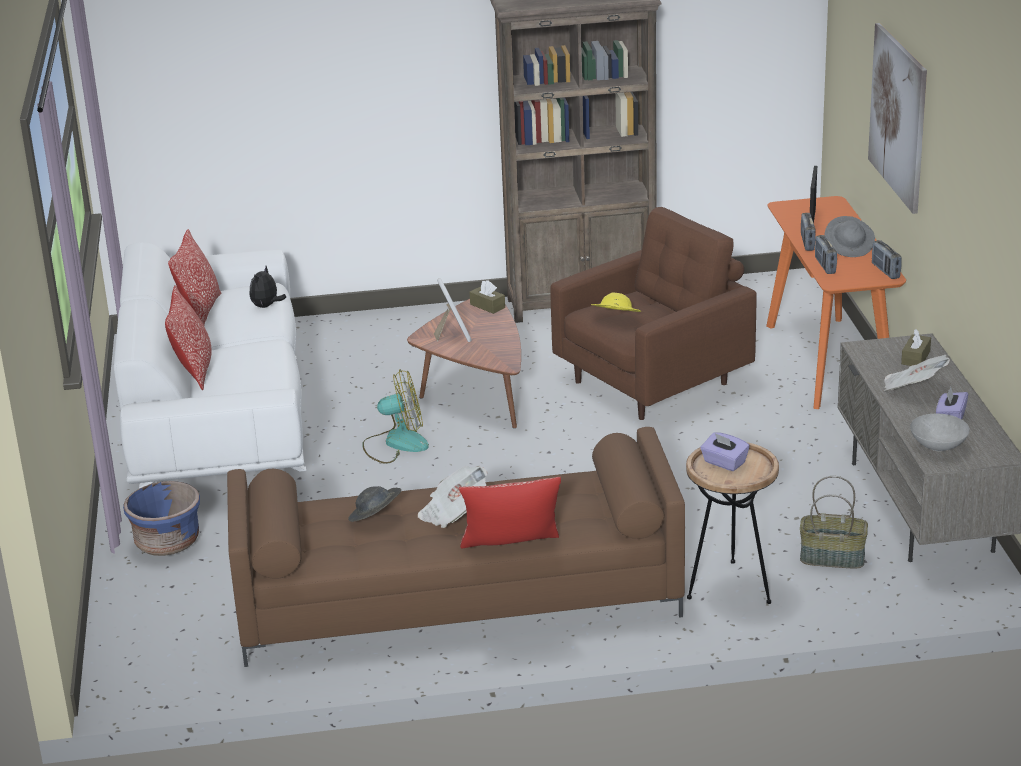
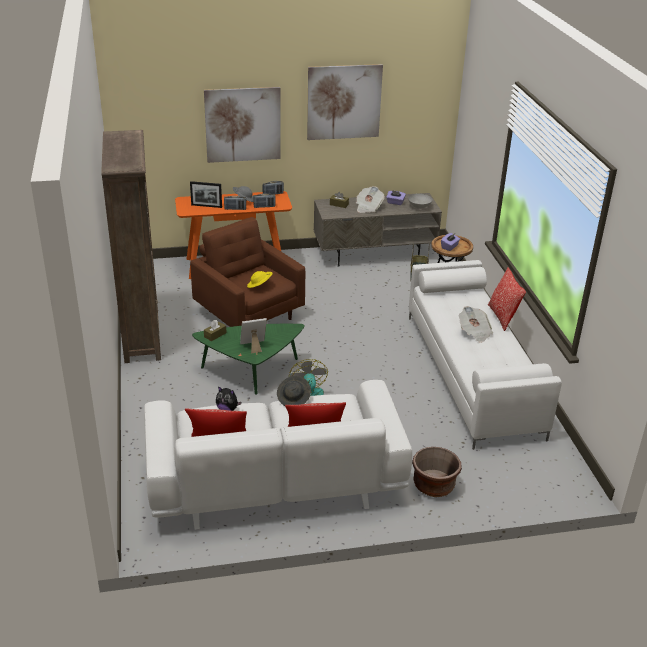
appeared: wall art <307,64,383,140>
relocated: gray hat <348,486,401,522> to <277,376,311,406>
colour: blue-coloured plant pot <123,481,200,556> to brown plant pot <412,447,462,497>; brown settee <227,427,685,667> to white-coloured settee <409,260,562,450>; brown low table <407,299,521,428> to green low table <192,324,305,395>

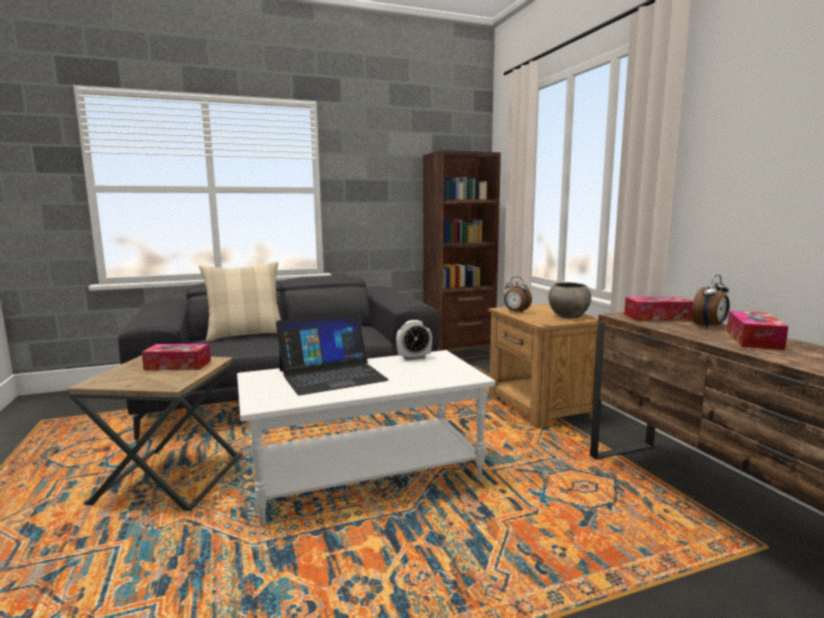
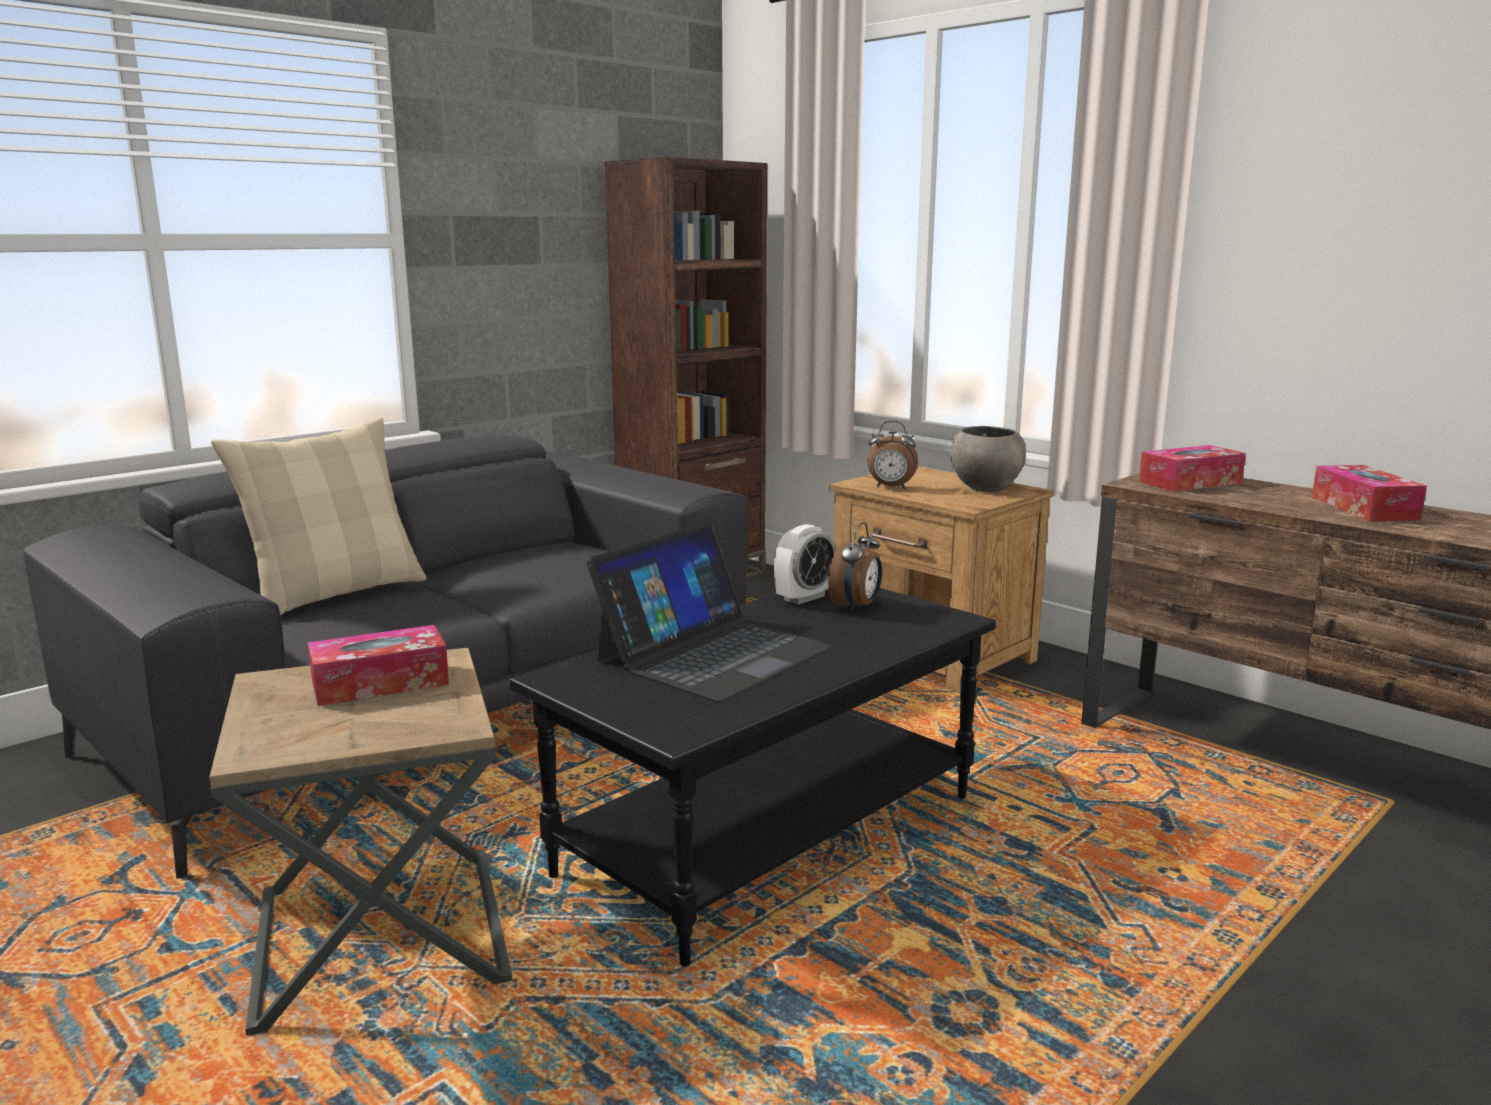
relocated: table clock <692,275,730,329> to <828,522,882,613>
colour: white-coloured low table <237,350,495,526> to black-coloured low table <510,588,996,966>

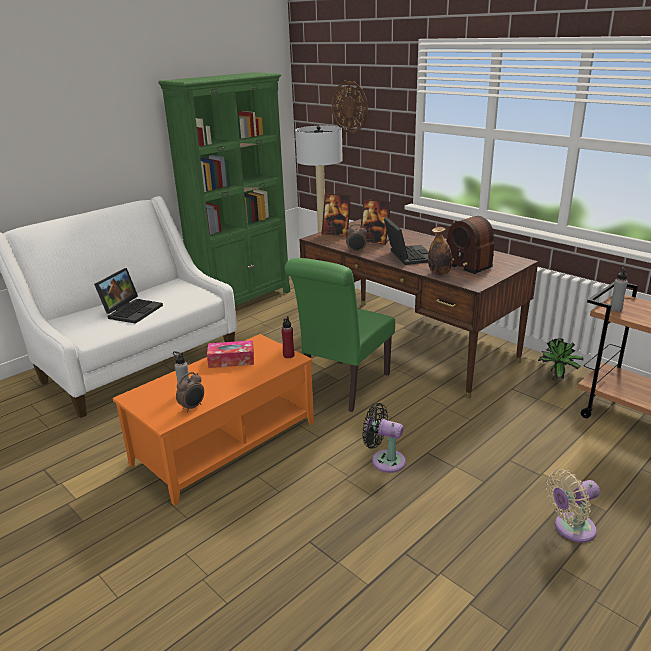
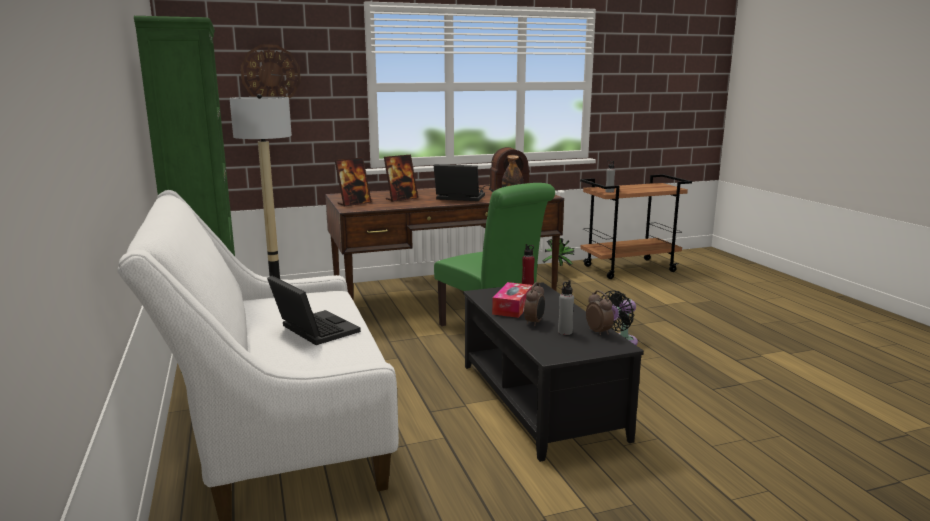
missing: beige-coloured fan <546,469,600,543>
relocated: table clock <346,224,367,253> to <524,282,545,326>
colour: orange low table <113,334,314,506> to black-coloured low table <464,282,644,462>

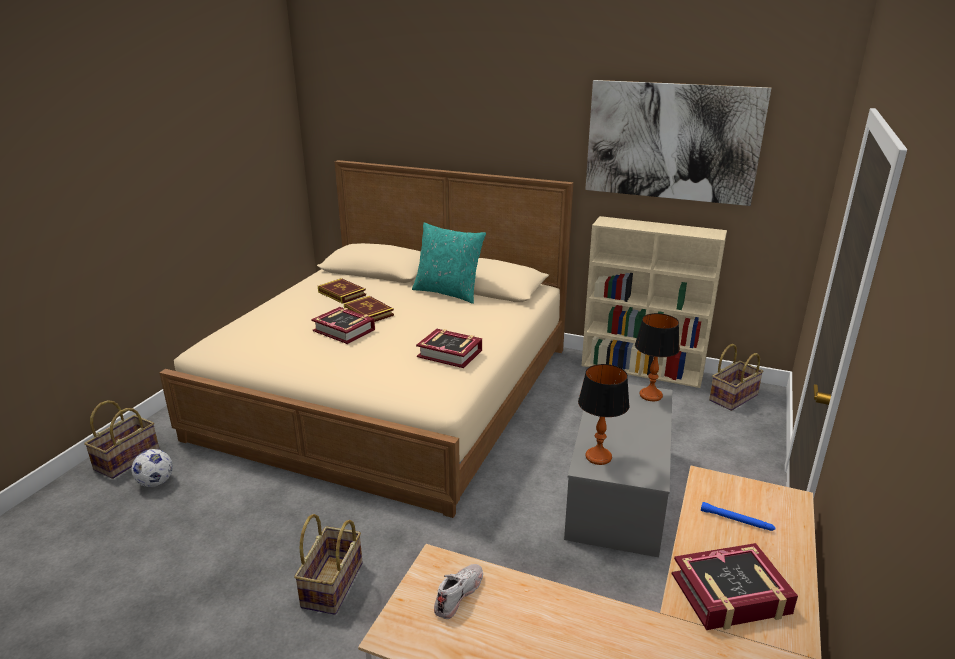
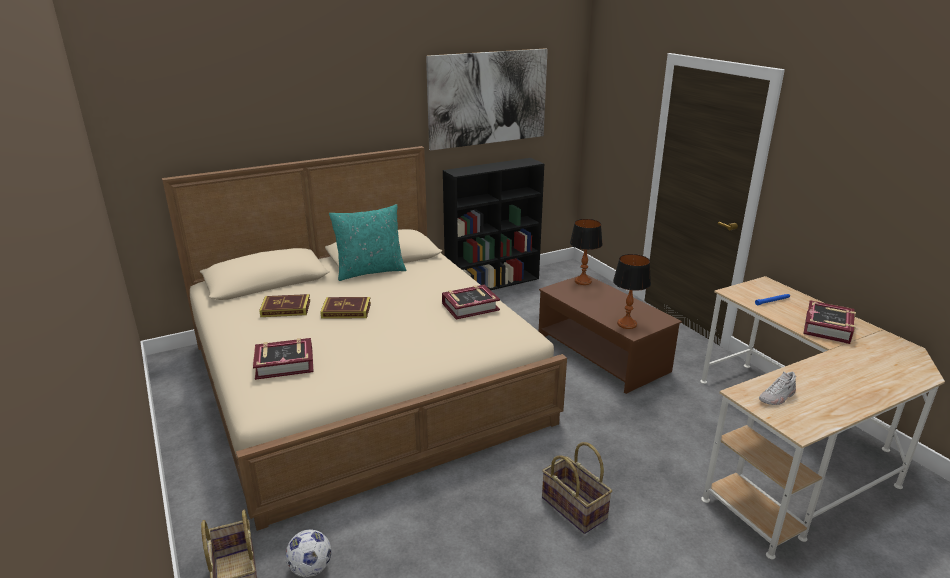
missing: household basket <709,344,764,411>
relocated: volume <311,307,375,344> to <253,338,314,380>
colour: gray low table <564,384,672,557> to brown low table <539,274,682,394>; beige-coloured bookcase <582,216,727,388> to black-coloured bookcase <443,158,544,290>
spun: white-coloured low shoe <434,564,483,619> = <759,371,796,405> 105 degrees counterclockwise

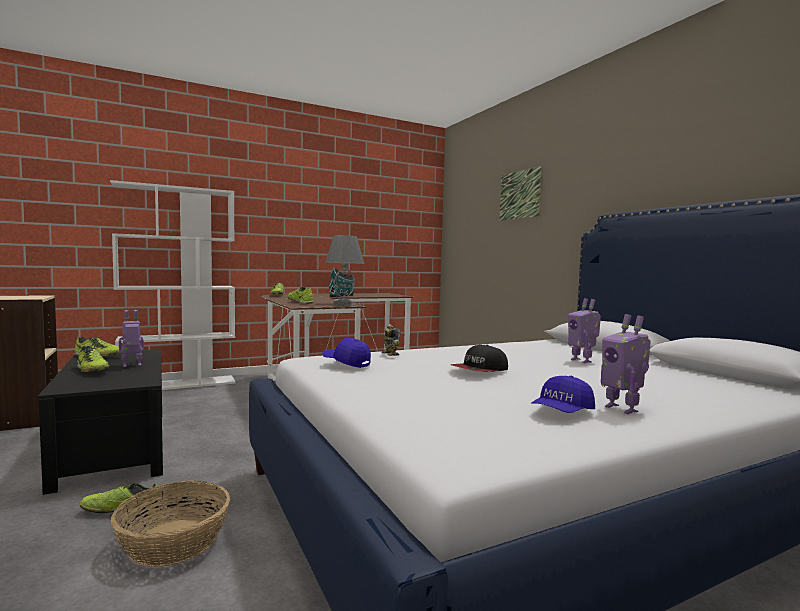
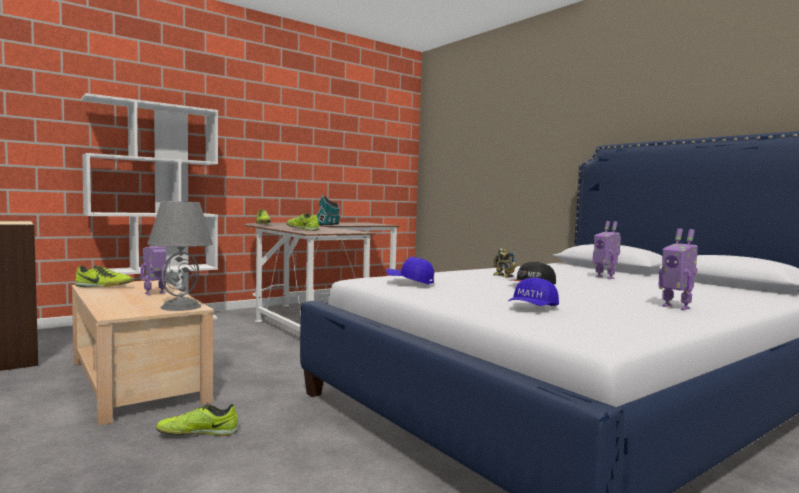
missing: low shoe <77,346,109,372>; household basket <111,481,230,567>; wall art <499,166,542,221>
relocated: gray tabletop lamp <325,235,364,306> to <147,201,213,311>; robot figure <382,324,400,356> to <493,248,517,277>; blue-coloured peaked cap <531,376,595,413> to <508,278,559,306>
colour: black-coloured low table <38,349,163,495> to beige-coloured low table <72,280,214,425>

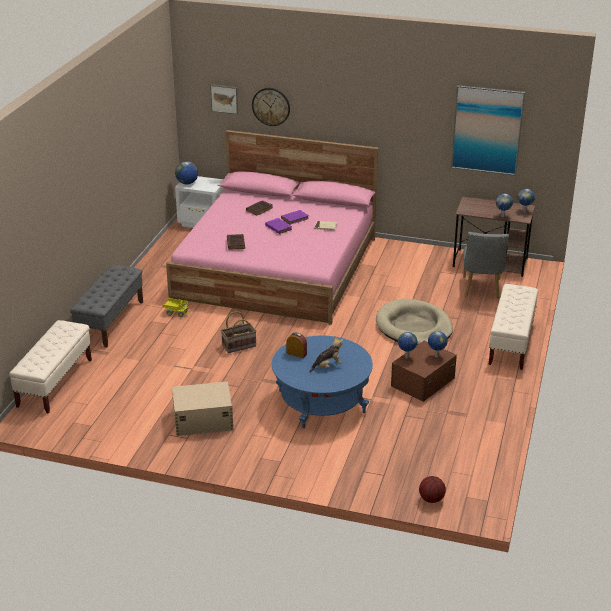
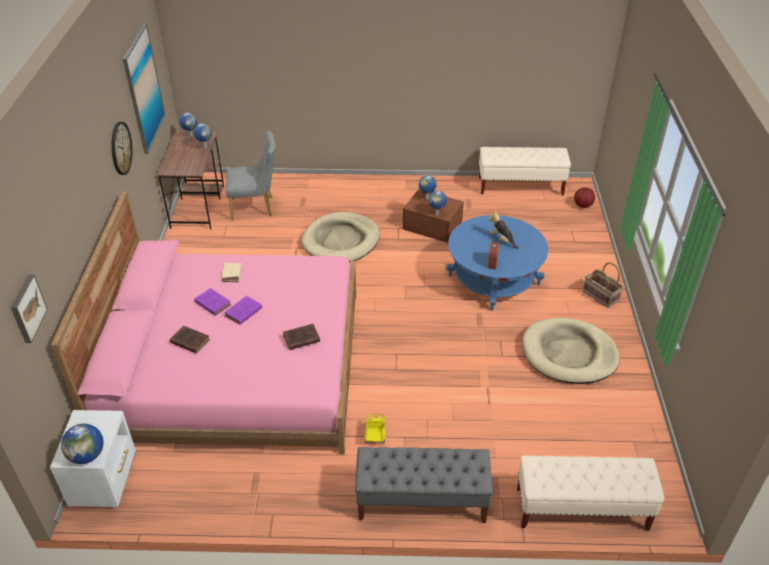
relocated: household basket <221,311,256,353> to <583,262,624,308>; wall clock <252,88,290,126> to <111,122,133,175>; beige-coloured indoor bench <489,284,538,370> to <479,147,571,195>
exchanged: beige-coloured storage bin <172,381,233,436> to beige-coloured dog cushion <522,318,620,384>

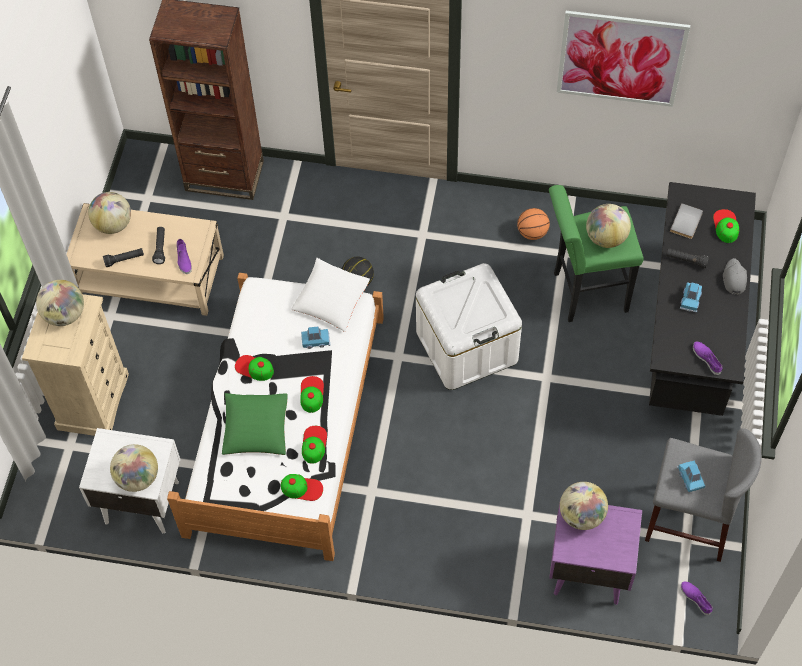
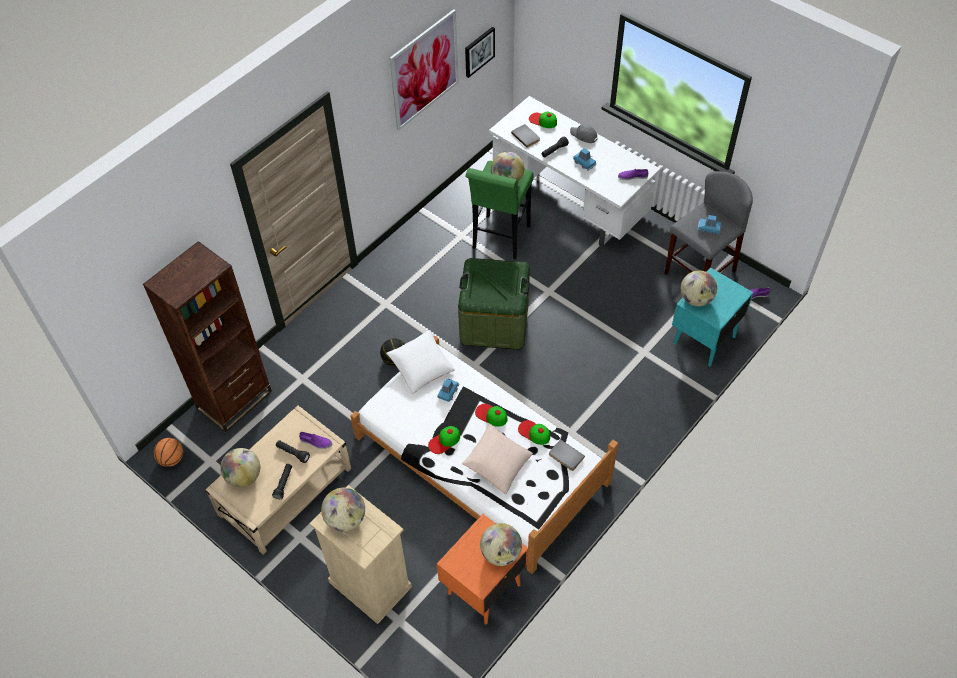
appeared: wall art <465,27,495,78>
relocated: basketball <517,208,550,240> to <154,438,183,467>
exchanged: peaked cap <281,474,323,501> to gray volume <549,439,585,471>
colour: white-coloured nightstand <79,428,181,533> to orange nightstand <437,514,528,625>; green cushion <222,393,287,455> to beige-coloured cushion <462,424,533,495>; white-coloured storage bin <416,263,522,390> to green storage bin <458,258,530,350>; purplish nightstand <549,498,642,605> to turquoise nightstand <672,267,753,366>; black-coloured desk table <649,182,756,416> to white-coloured desk table <489,96,660,247>

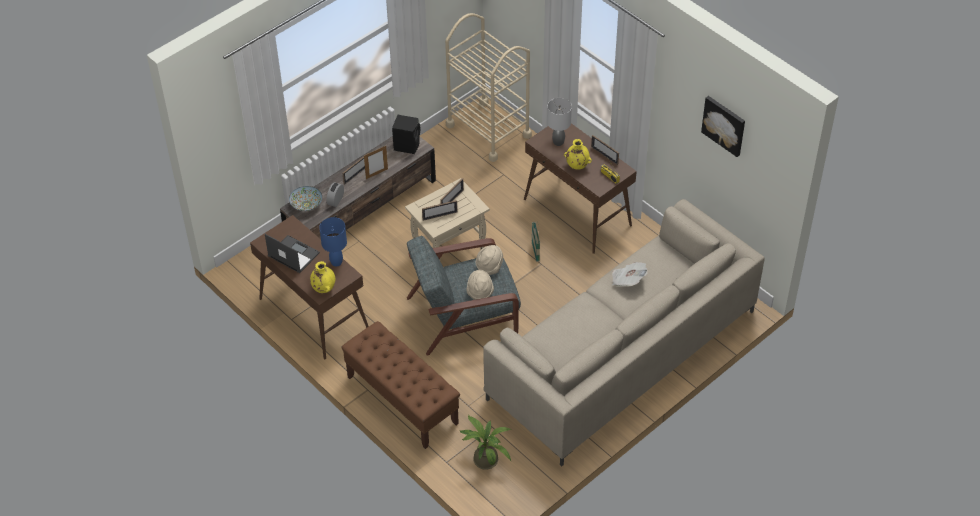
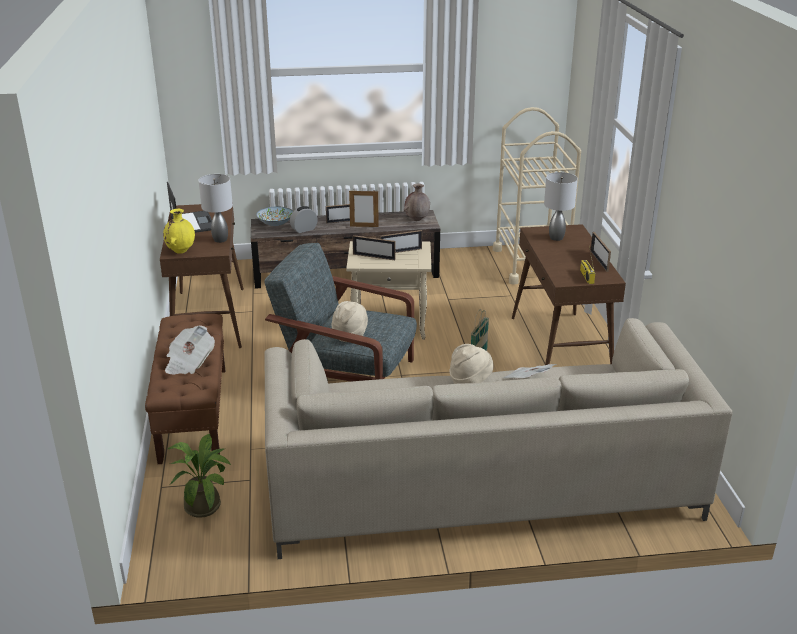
missing: yellow-coloured flower vase <564,139,592,170>; wall art <701,96,745,157>
appeared: newspaper <165,326,215,374>
relocated: beige-coloured hat <476,245,503,275> to <450,344,494,384>
exchanged: black-coloured loudspeaker <392,115,420,154> to brown flower vase <404,184,430,221>
colour: blue-coloured tabletop lamp <319,217,347,267> to gray tabletop lamp <199,174,233,243>

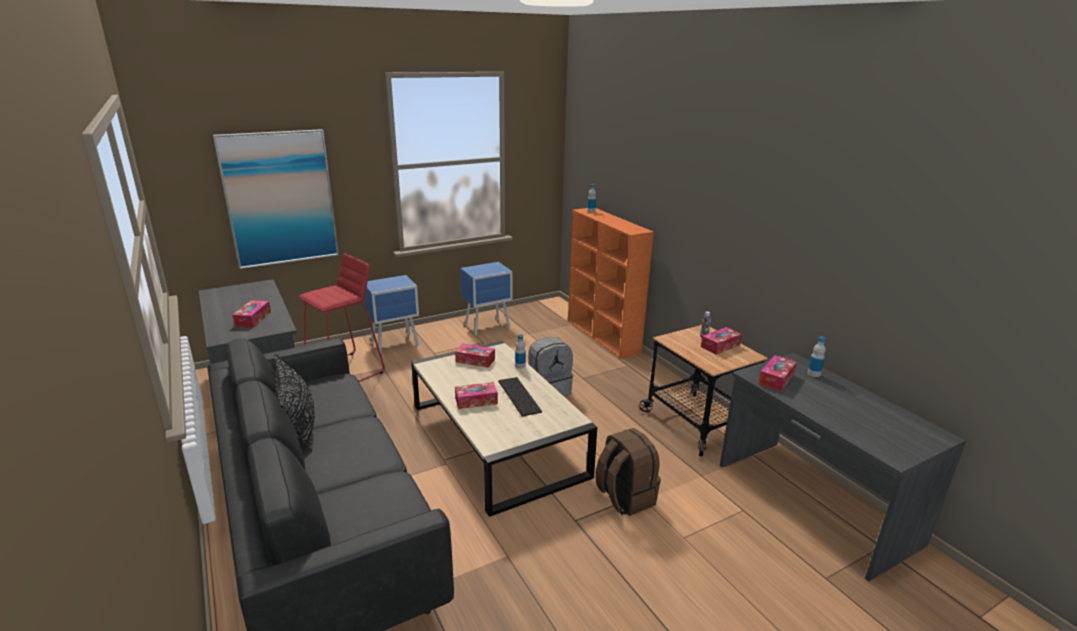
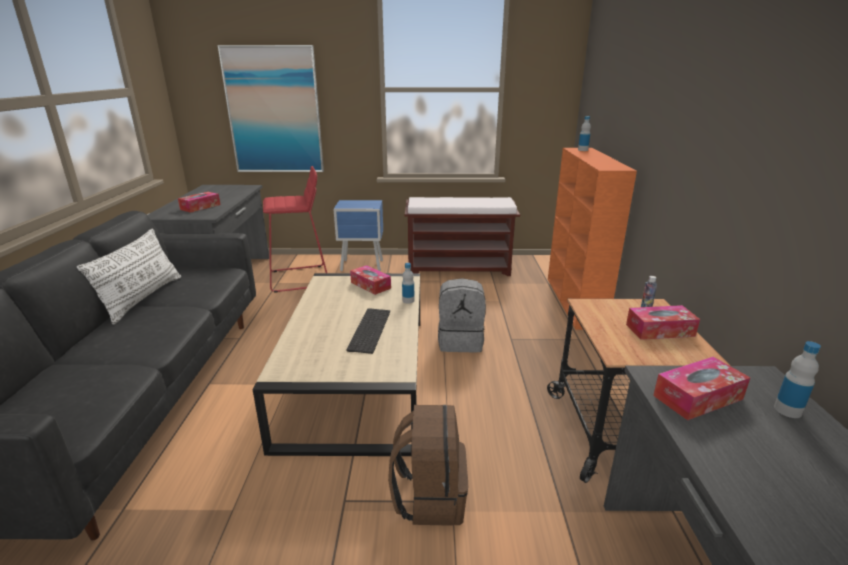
missing: tissue holder <455,382,498,409>
exchanged: blue-coloured nightstand <460,262,512,336> to brown indoor bench <405,197,520,276>
colour: black-coloured cushion <274,353,315,452> to white-coloured cushion <77,228,181,324>

